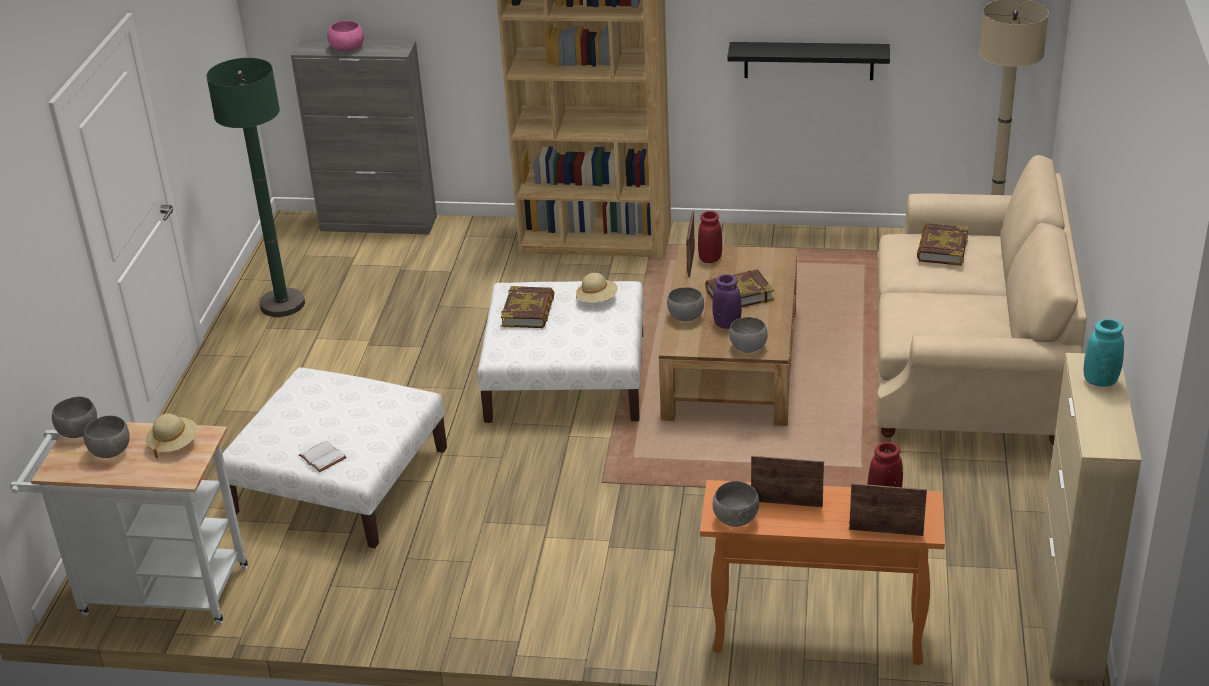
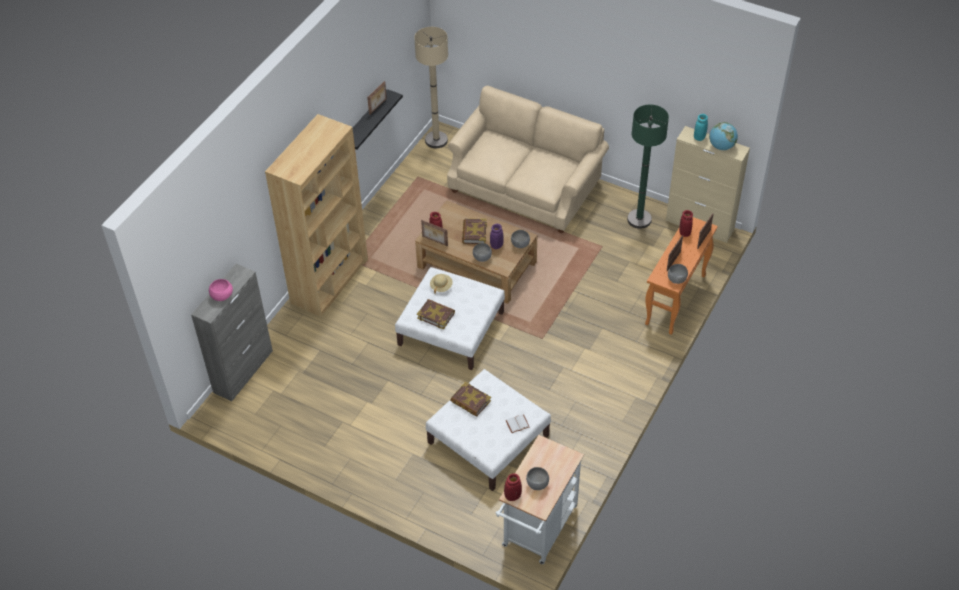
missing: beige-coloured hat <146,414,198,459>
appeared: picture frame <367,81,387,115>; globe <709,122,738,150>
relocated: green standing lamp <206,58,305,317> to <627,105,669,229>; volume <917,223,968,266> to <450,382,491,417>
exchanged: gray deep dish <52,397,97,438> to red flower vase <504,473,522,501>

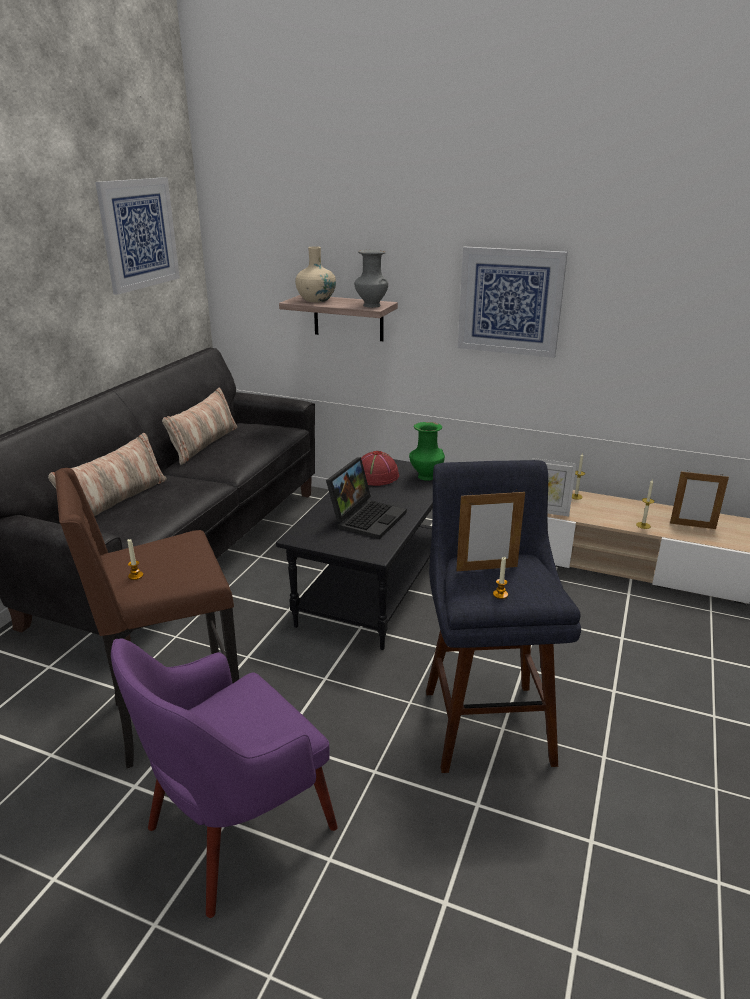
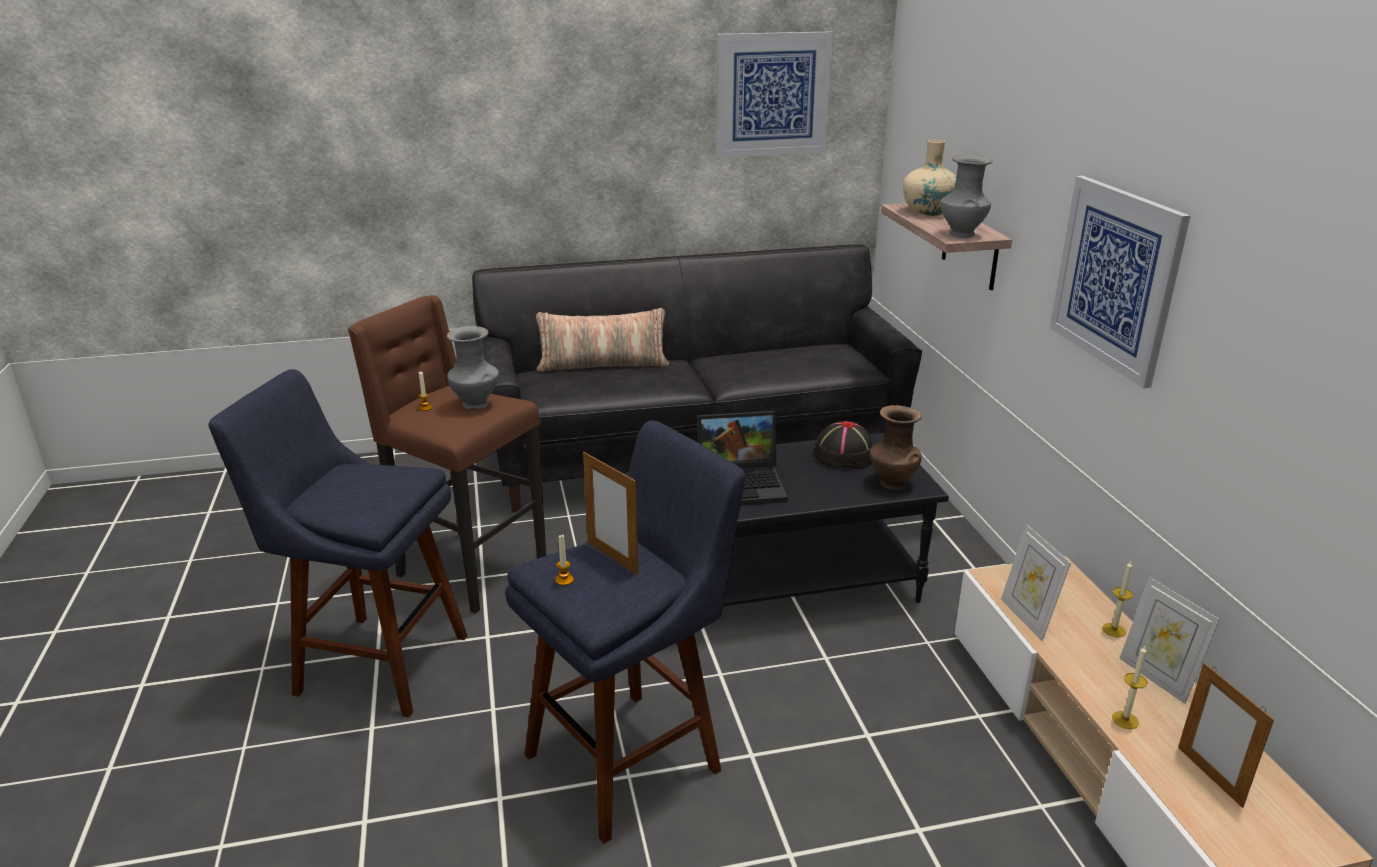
missing: cushion <162,388,237,465>
appeared: gray flower vase <447,326,499,409>; picture frame <1119,577,1220,704>
exchanged: purplish armchair <111,638,338,918> to blue-coloured sitting stool <208,369,468,718>
colour: red hat <361,451,399,486> to black-coloured hat <813,421,874,469>; green flower vase <409,422,445,481> to brown flower vase <870,405,922,490>

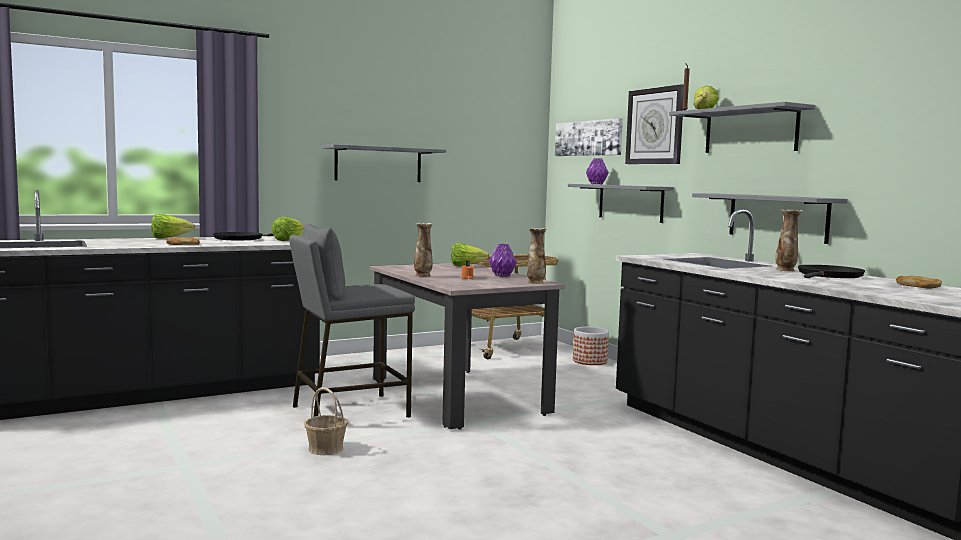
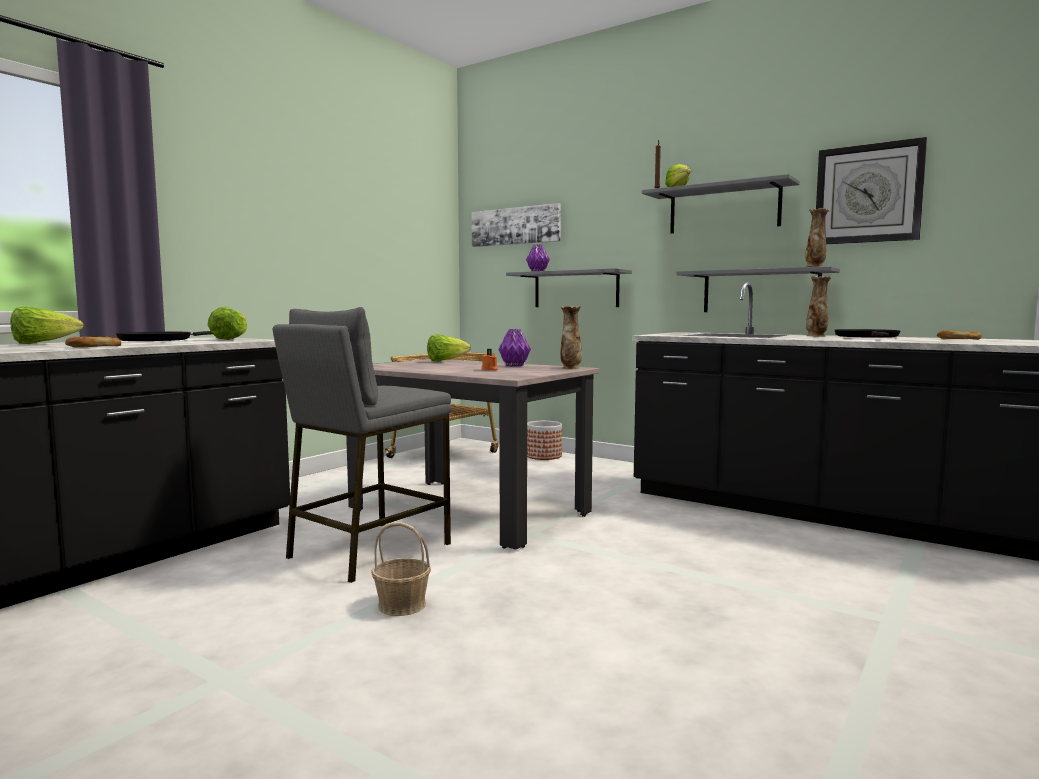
missing: gray shelf <322,144,446,182>
relocated: flower vase <414,223,433,277> to <805,208,830,267>; wall clock <625,84,684,164> to <816,137,927,244>

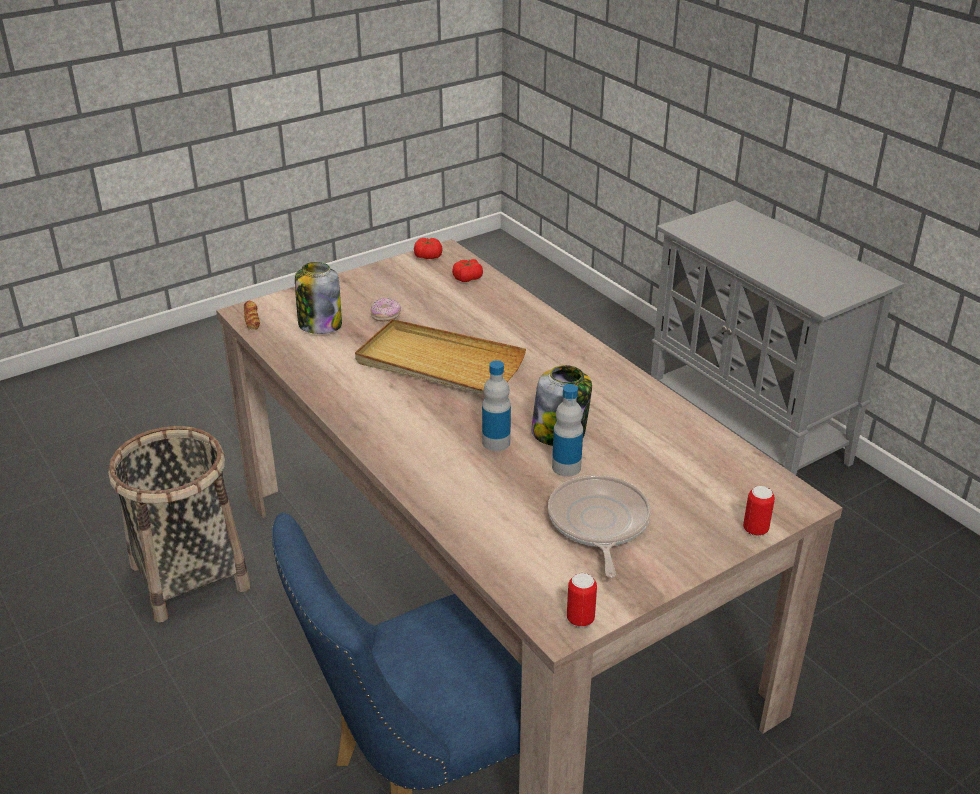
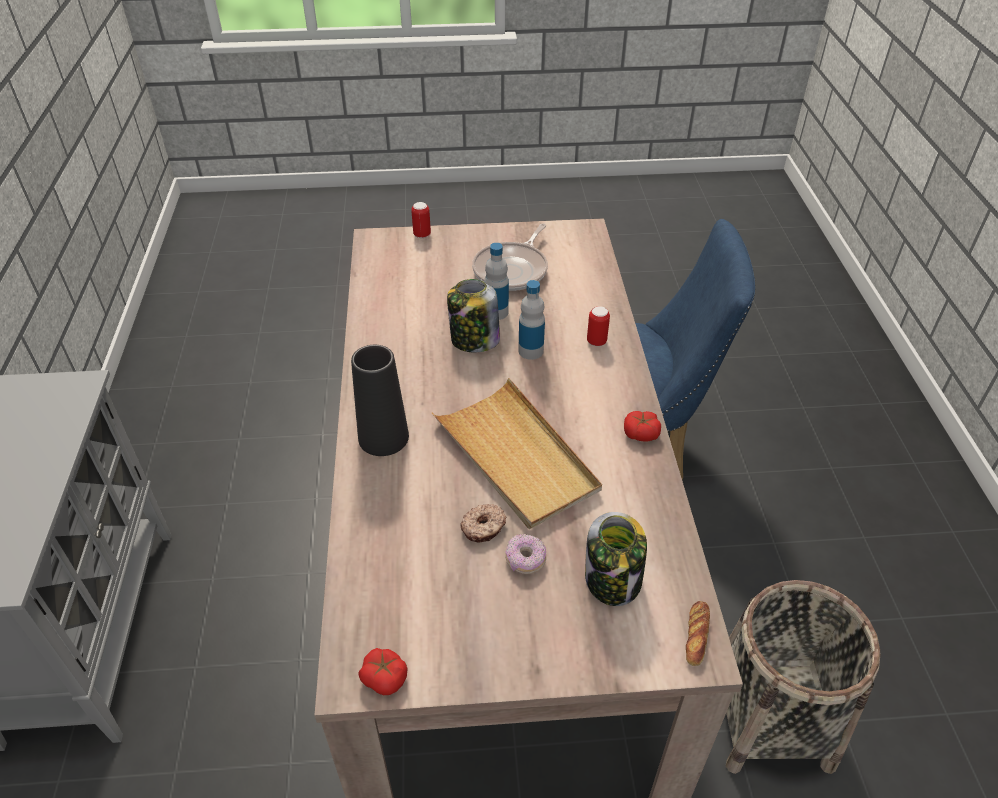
appeared: black-coloured flower vase <351,345,409,456>; ring doughnut <461,504,506,543>
relocated: fresh tomato <452,259,483,282> to <624,411,661,442>; can <567,573,597,627> to <587,306,610,346>

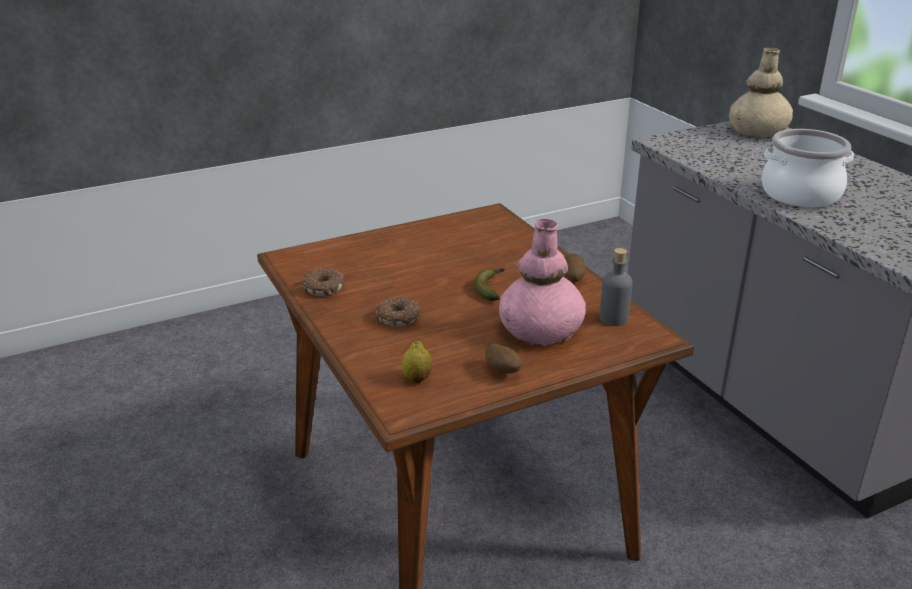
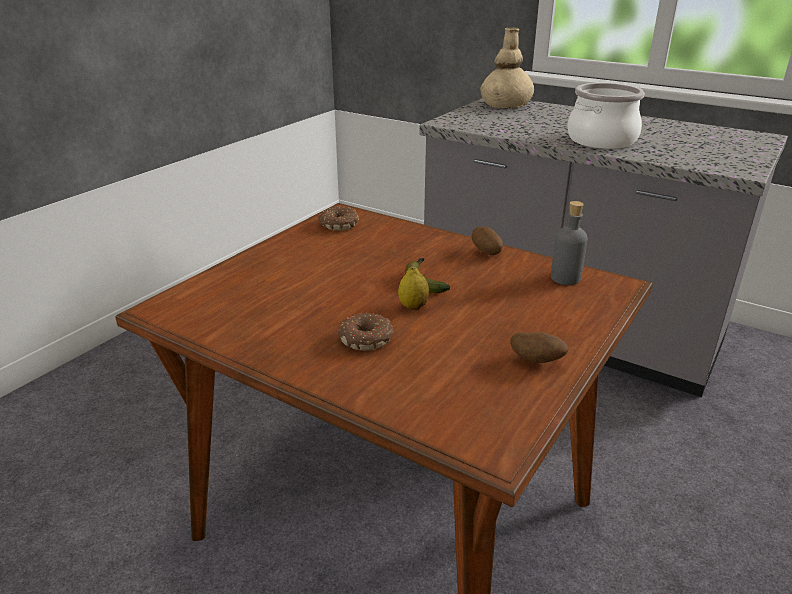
missing: pink-coloured flower vase <499,219,586,346>
relocated: ring doughnut <302,268,344,296> to <318,206,359,231>; whole lemon <402,341,432,383> to <398,267,429,310>

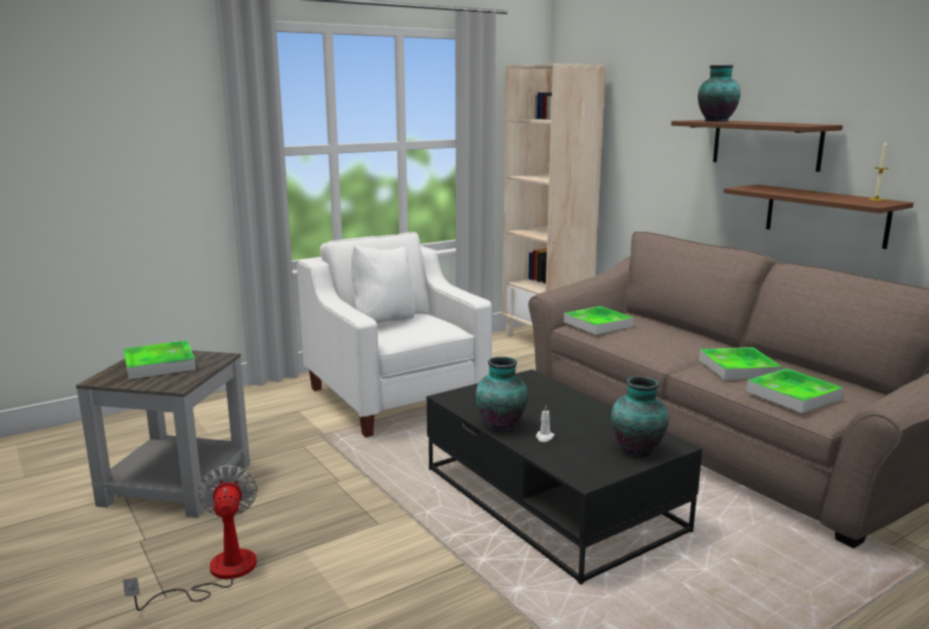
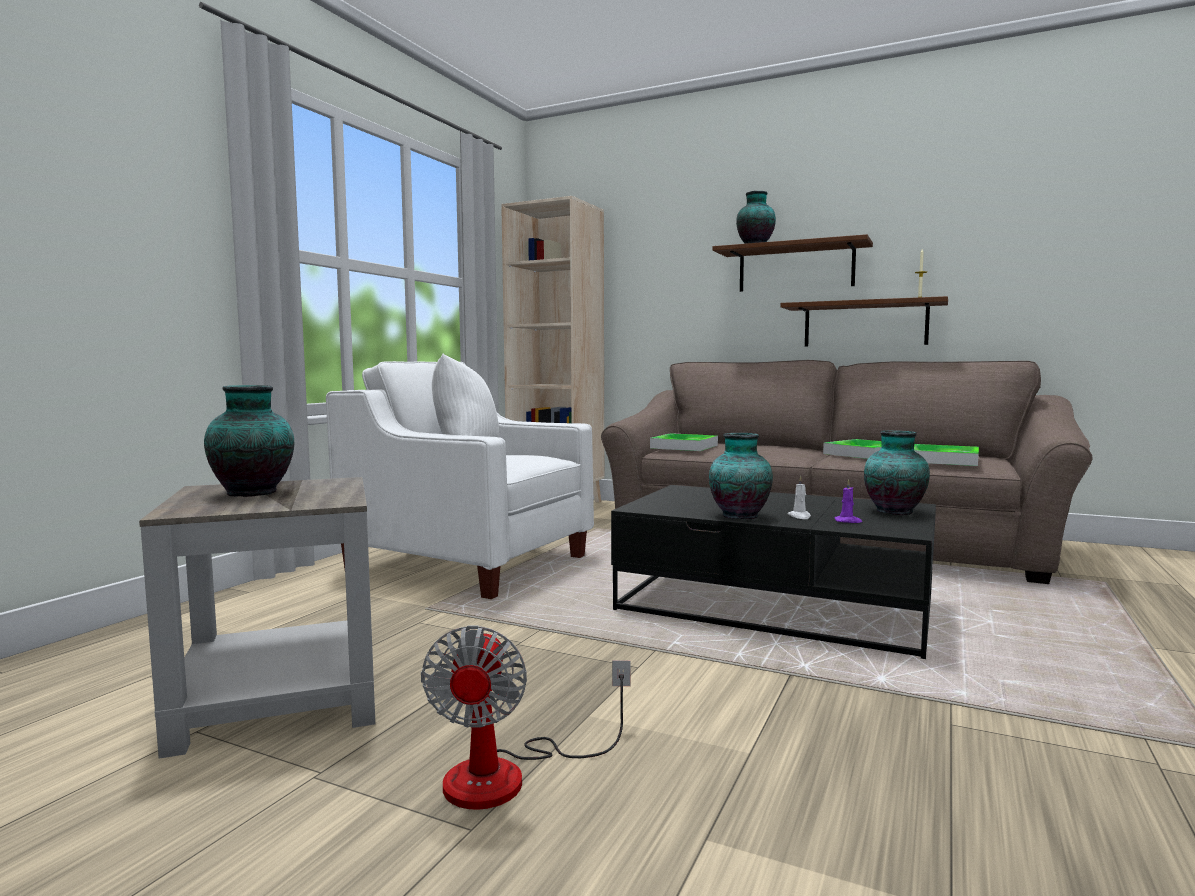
appeared: purplish wax light <834,479,862,523>
exchanged: carrying tray <124,340,196,380> to flower vase <204,385,294,497>
spun: fan <123,465,258,611> = <421,625,630,810> 135 degrees counterclockwise

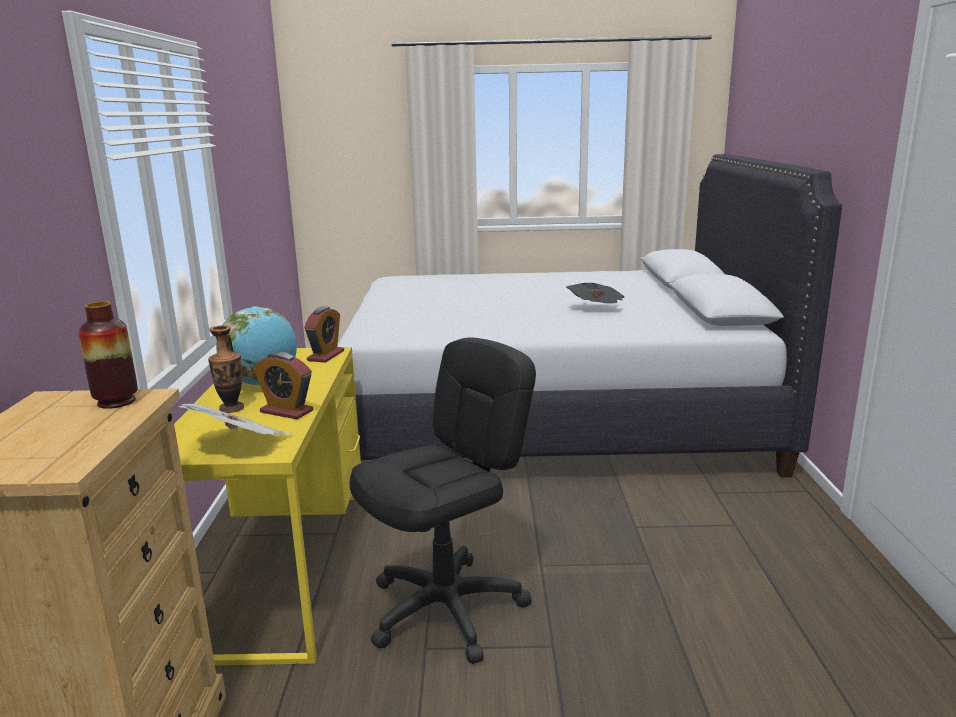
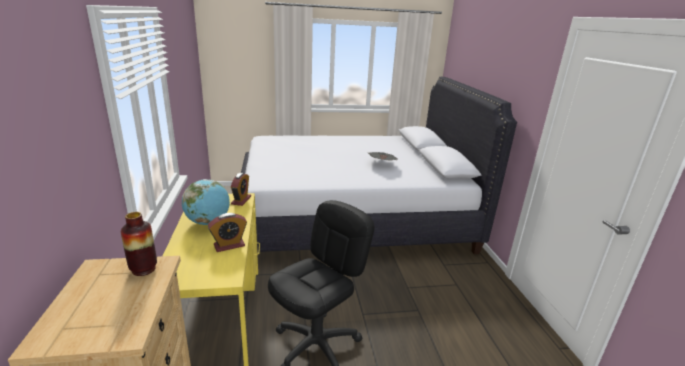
missing: newspaper <178,404,292,436>; flower vase <208,325,244,413>
spun: table clock <253,352,314,419> = <208,213,247,252> 45 degrees counterclockwise

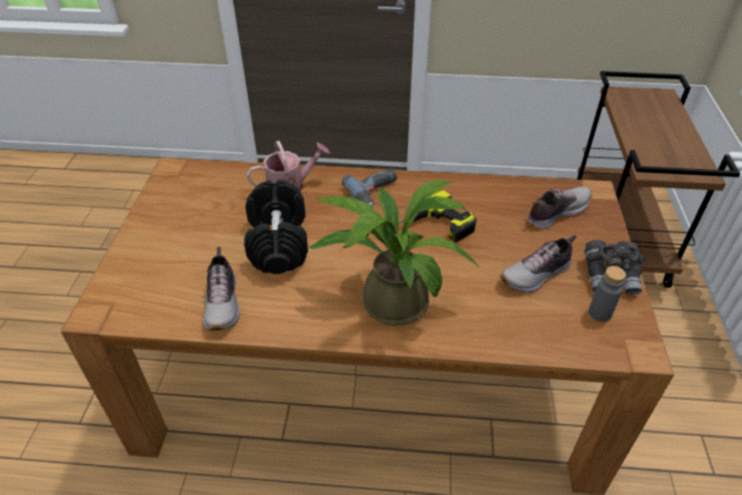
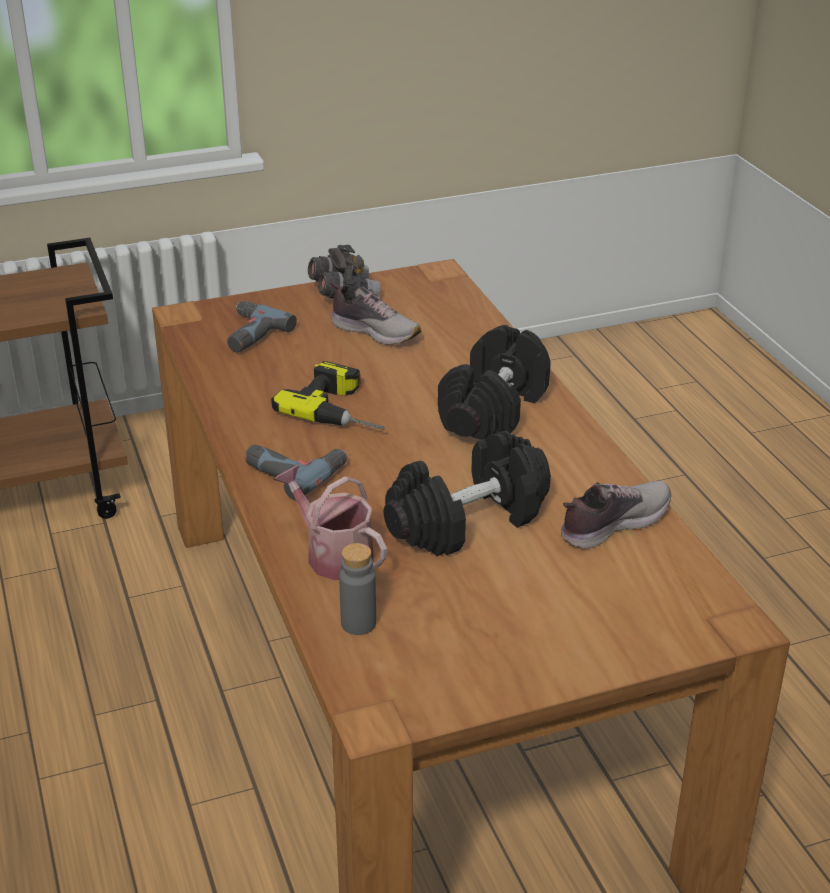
relocated: gray drink bottle <589,266,626,322> to <339,543,376,635>
exchanged: potted plant <309,180,480,325> to black-coloured dumbbell <438,325,551,440>; low shoe <527,187,591,229> to power drill <227,300,297,352>

